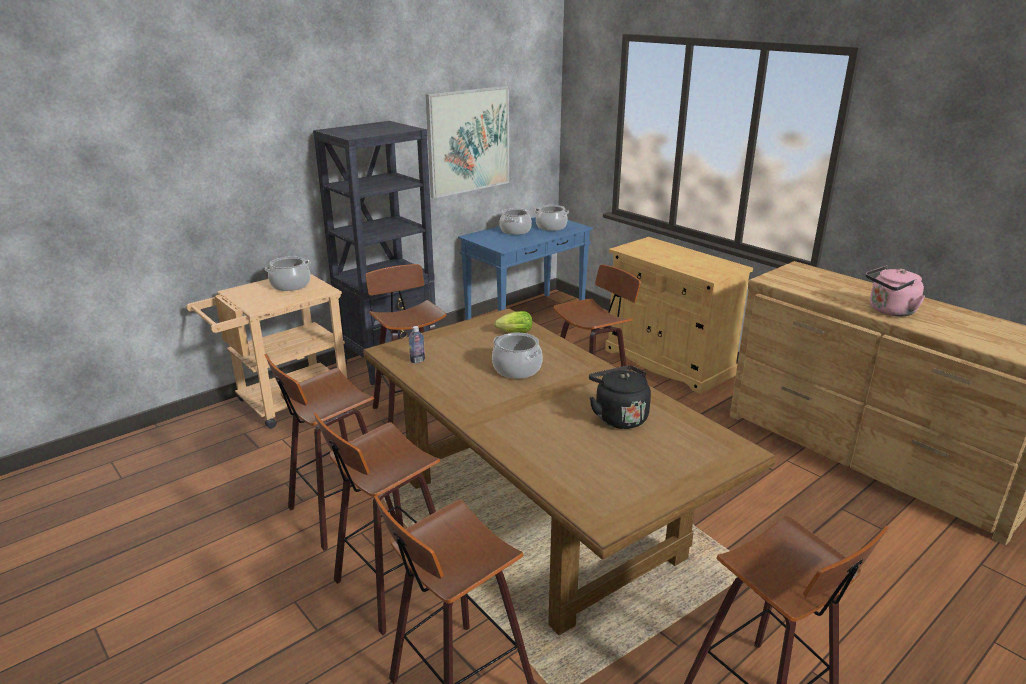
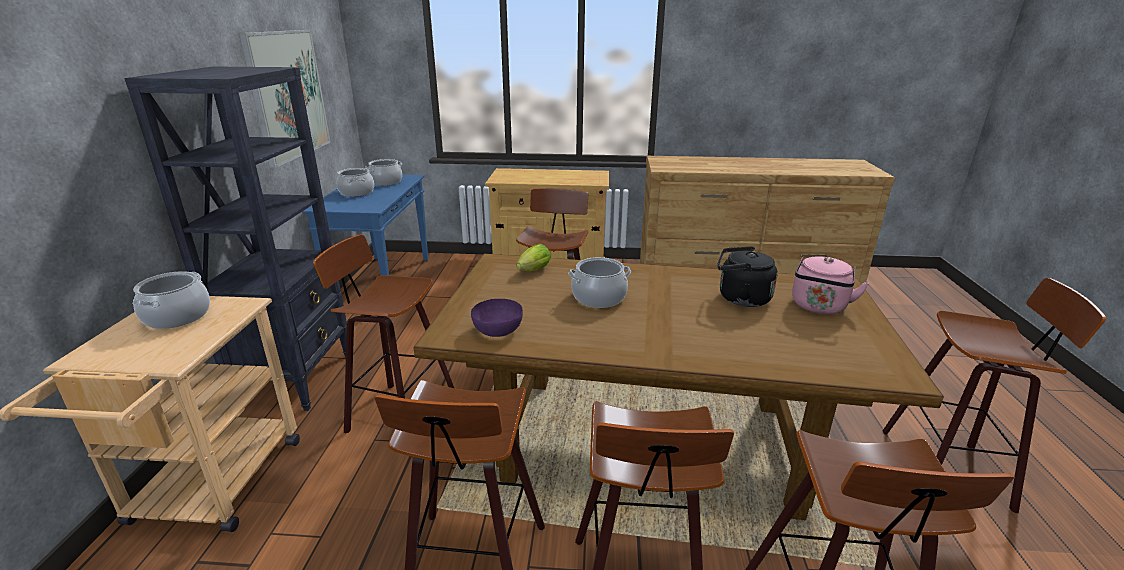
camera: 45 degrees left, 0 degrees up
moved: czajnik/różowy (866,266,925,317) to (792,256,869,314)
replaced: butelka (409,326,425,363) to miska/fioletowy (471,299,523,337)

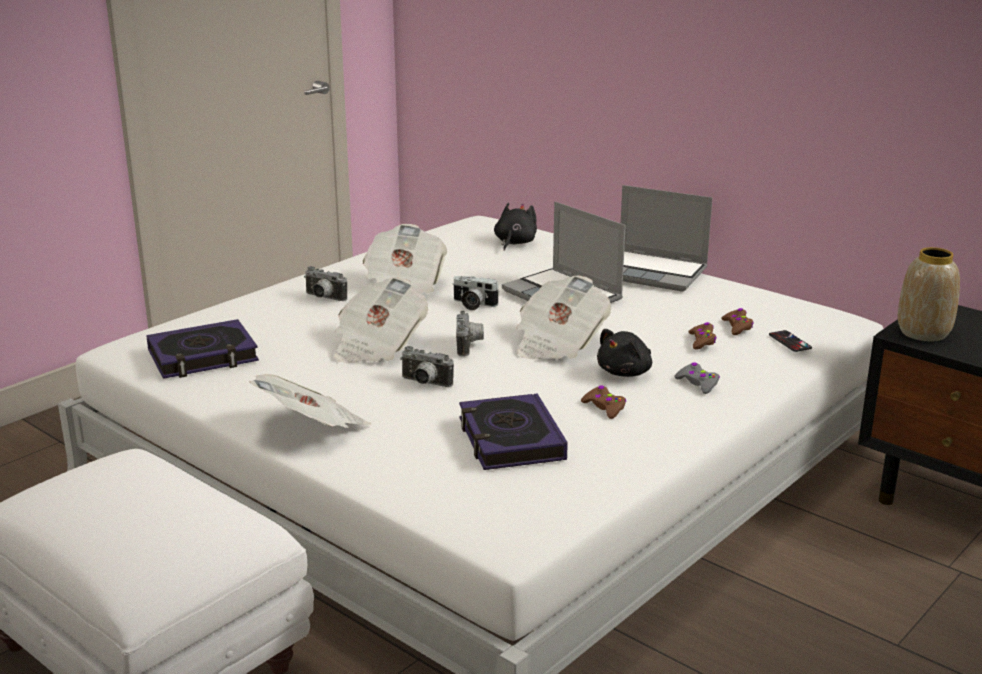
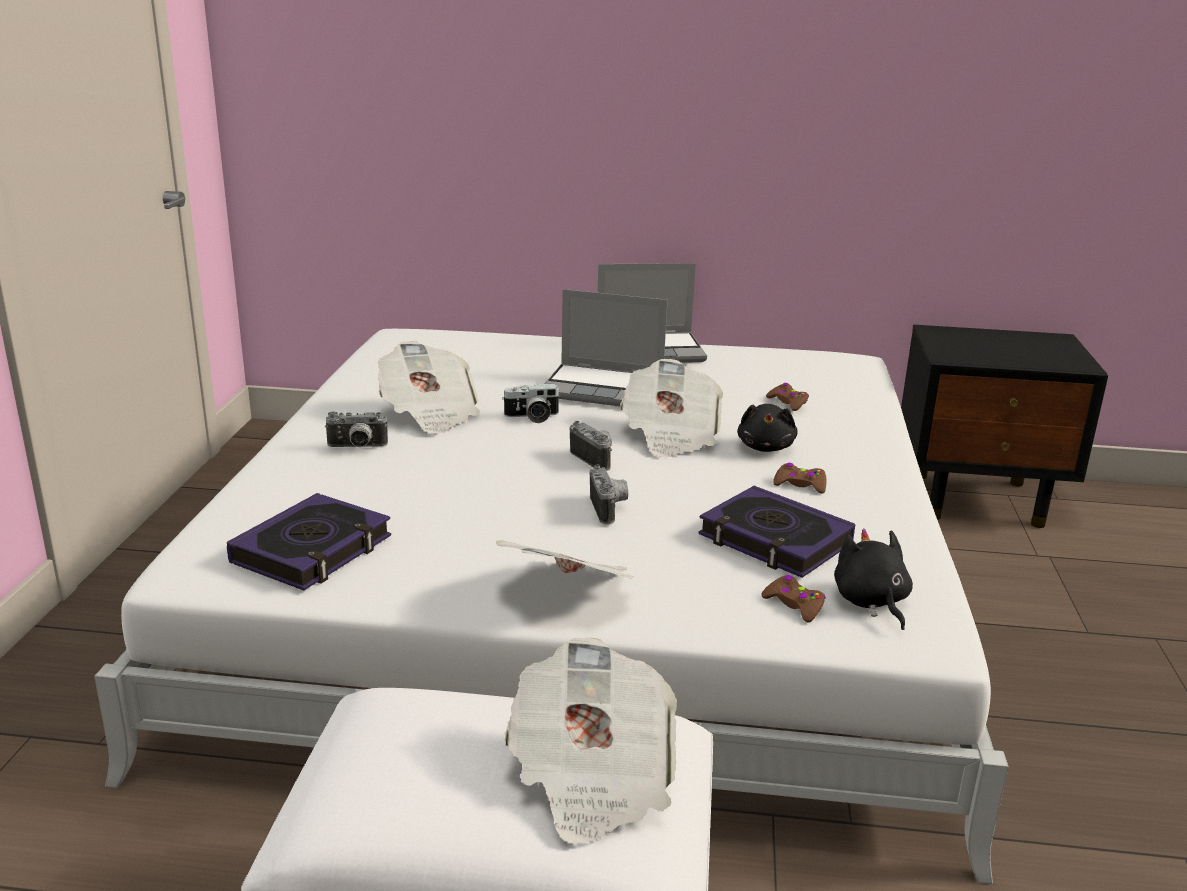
camera: 35 degrees left, 0 degrees up
removed: wazon (898,247,960,342); telefon (769,330,812,352); pad do gier/szary (675,362,720,394)
moved: pluszak/czarny (494,203,537,251) to (834,529,913,630); gazeta (334,277,428,363) to (504,637,677,845); pad do gier/brązowy (722,308,754,335) to (762,575,826,623)
turned: aparat fotograficzny (401,346,454,387) = (590,465,628,524) 90 degrees counterclockwise

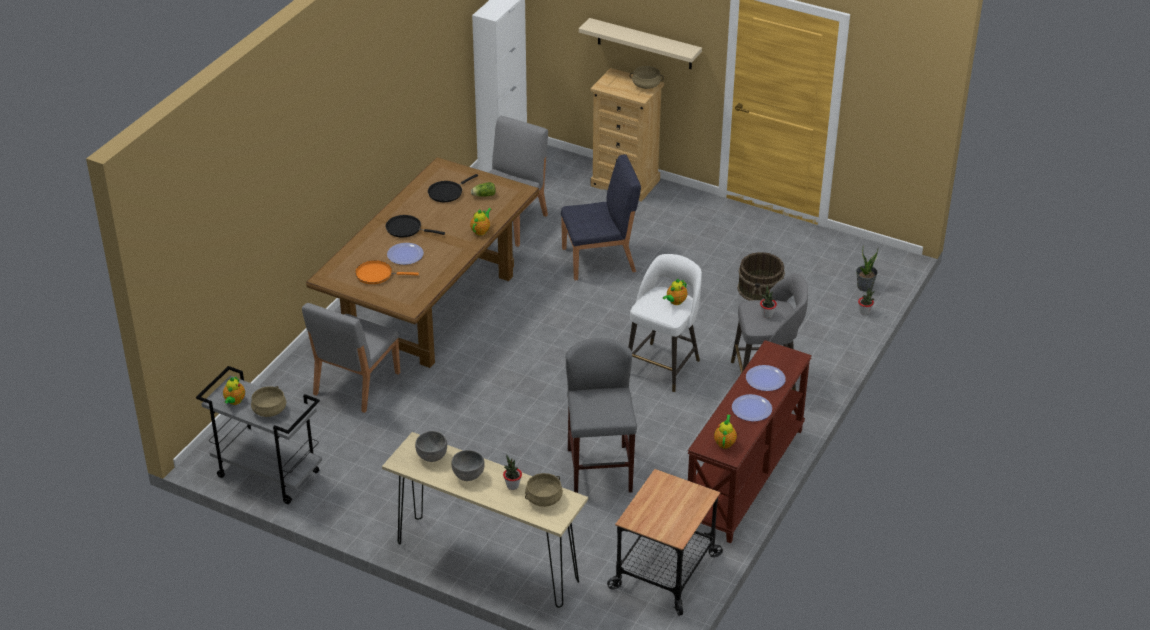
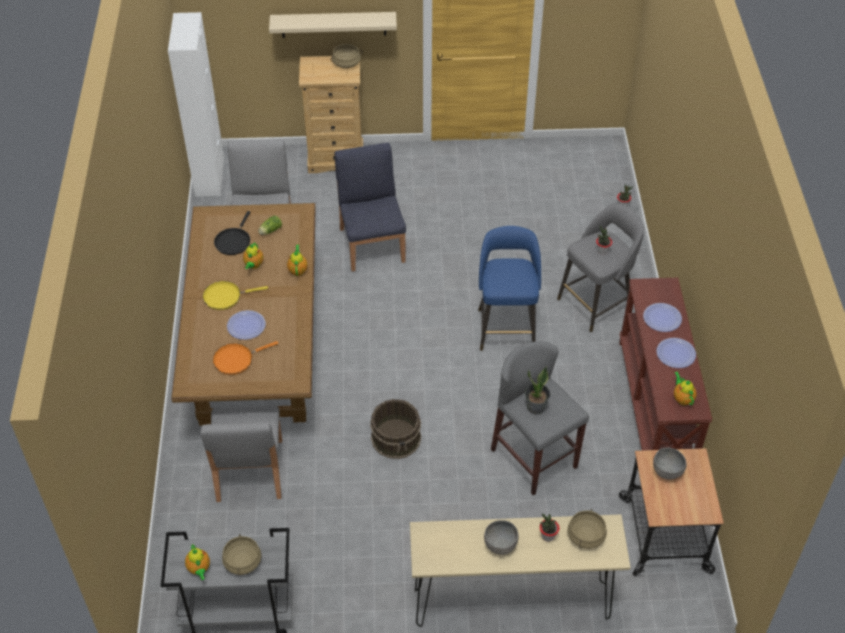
camera: 30 degrees left, 10 degrees up
moved: roślina doniczkowa (856,249,878,292) to (525,366,550,415); wiadro/brązowy (737,252,785,301) to (370,399,421,459); imbryk (663,279,687,305) to (243,243,264,269); miska/szary (415,431,447,462) to (653,448,686,480)
recoloured: patelnia/czarny (386,215,445,237) to patelnia/żółty (203,281,268,310); stołek/biały (628,254,702,392) to stołek/niebieski (478,226,541,351)
turned: krzesło/niebieski (561,154,641,280) = (334,143,406,272) 60 degrees counterclockwise

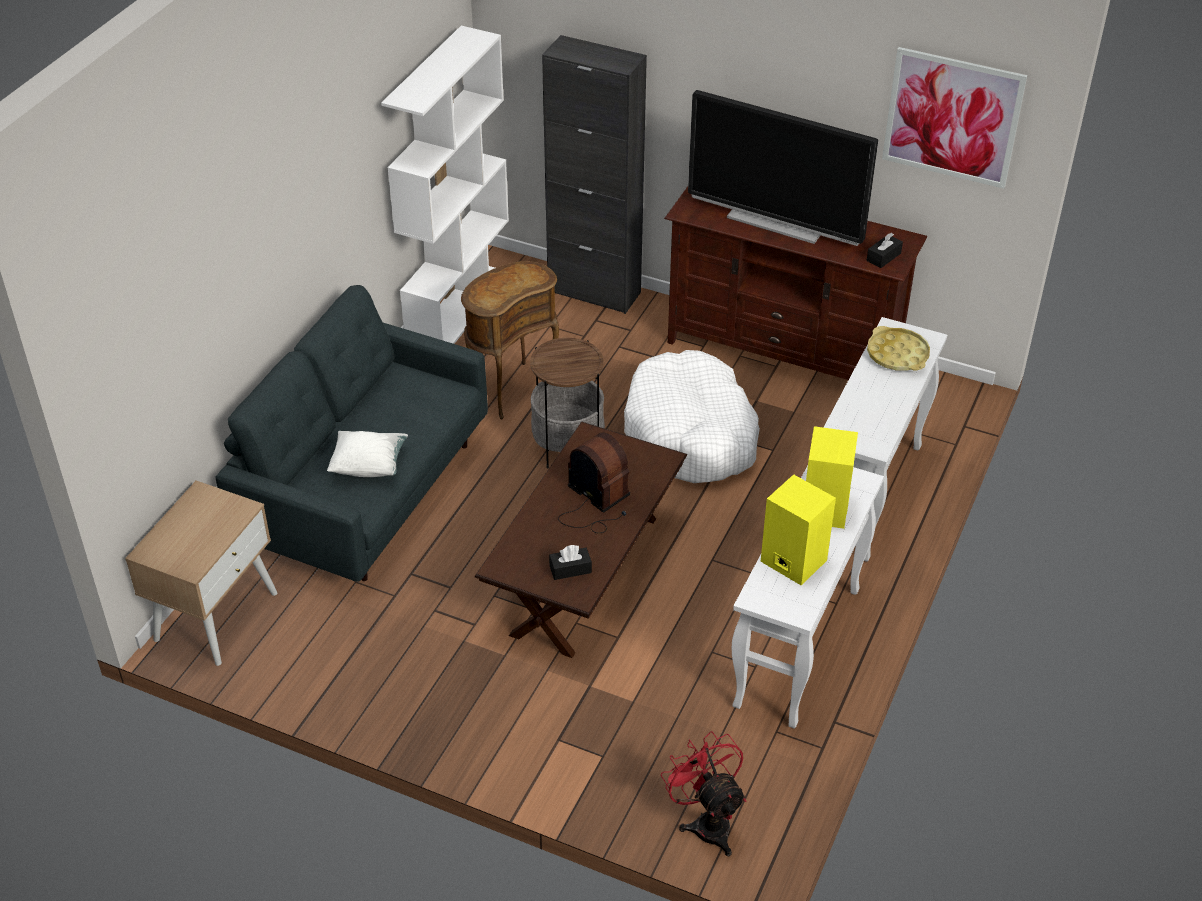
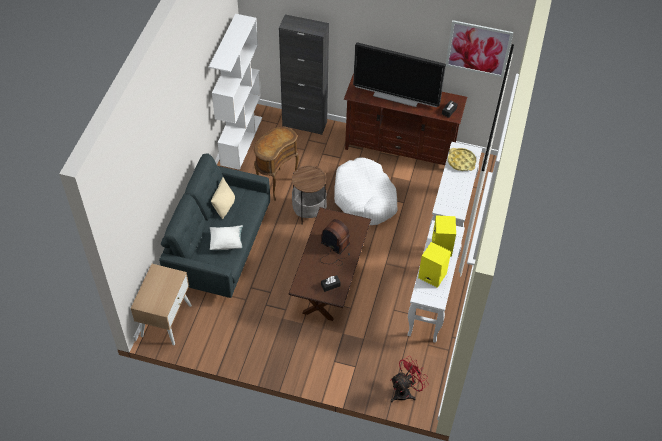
camera: 10 degrees left, 10 degrees up
added: poduszka/beżowy (211,178,235,219)
turned: wentylator/czerwony (661,731,746,856) = (390,356,429,402) 90 degrees clockwise

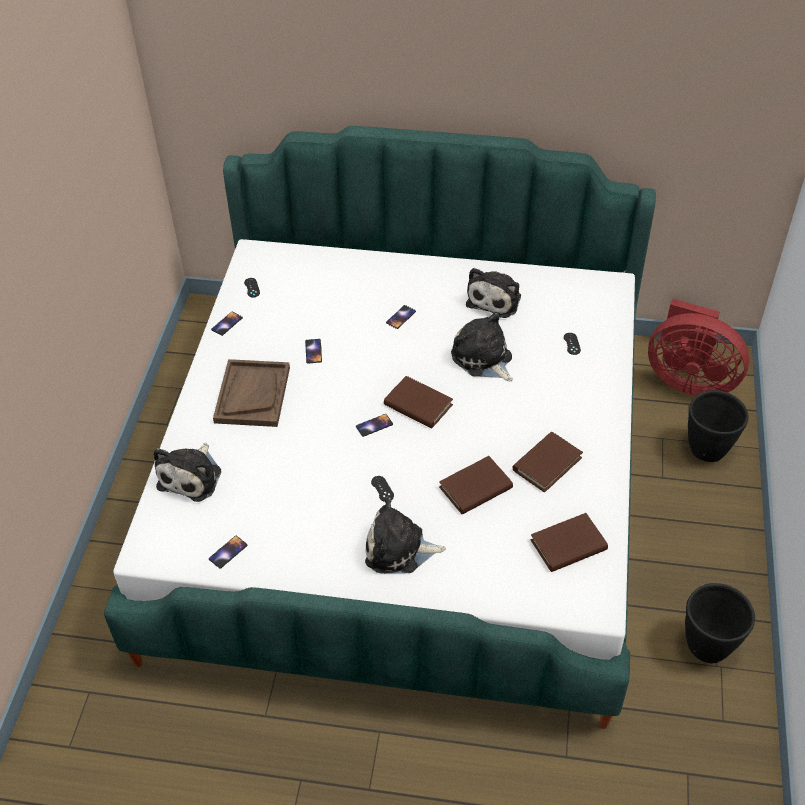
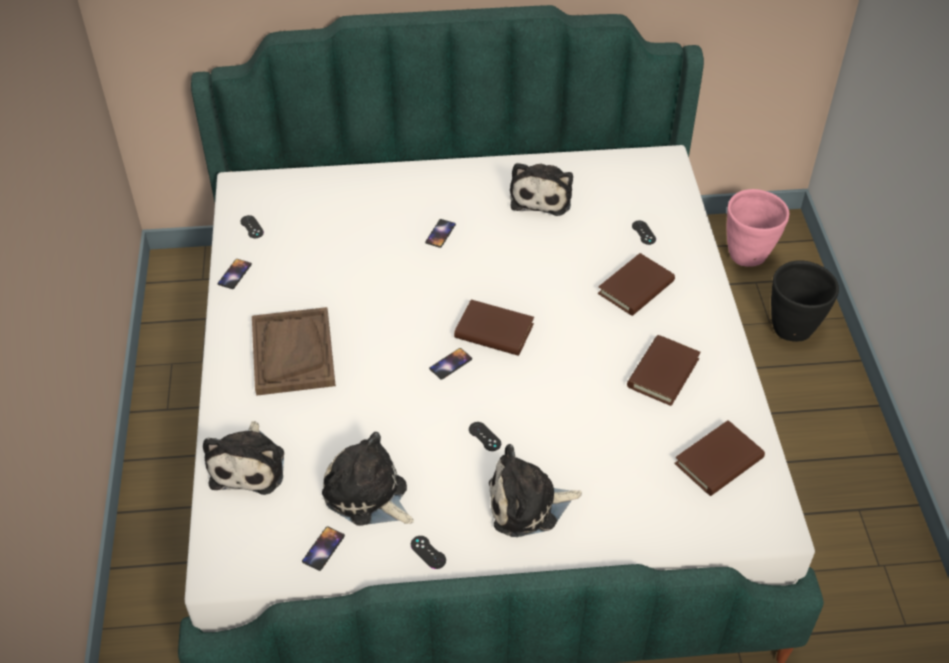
camera: 15 degrees left, 0 degrees up
removed: telefon (305,339,322,364); donica/czarny (685,583,755,663)
added: pad do gier/czarny (411,536,446,569)
moved: pluszak (451,312,513,381) to (322,432,414,526); książka/brązowy (439,456,513,514) to (598,253,675,316)
replaced: wentylator/czerwony (648,299,749,396) to donica/różowy (727,189,789,267)

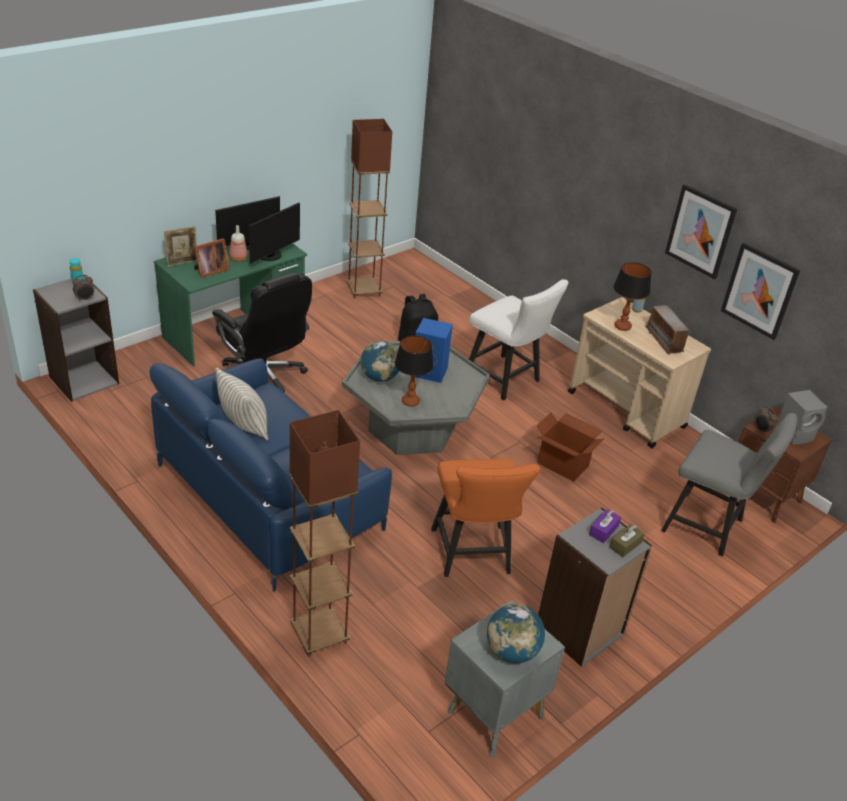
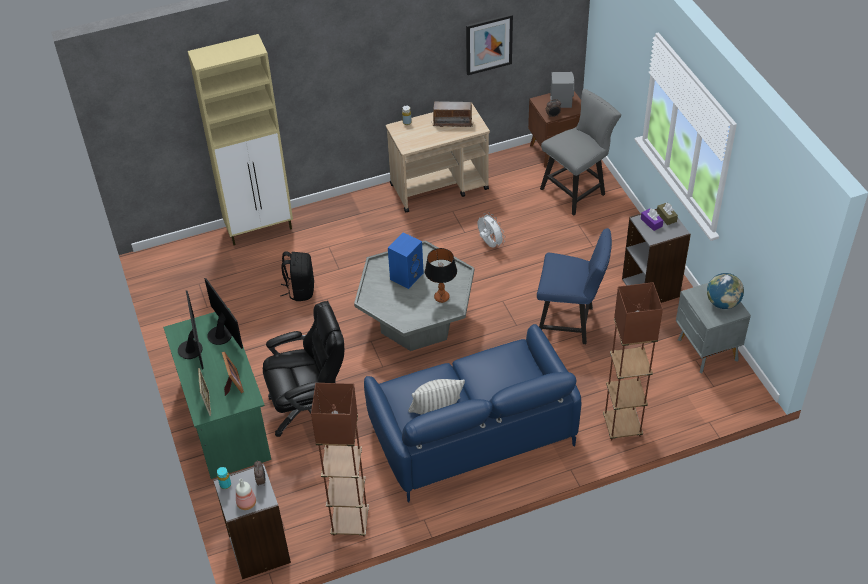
camera: 65 degrees left, 10 degrees up
removed: obraz (665,184,737,279); lampa stołowa (613,262,652,331); krzesło/biały (469,279,569,400); globus (361,341,399,382)
added: szafka/beżowy (188,34,293,245)
moved: lampa stojąca/brązowy (347,119,392,299) to (311,383,369,537); butelka (229,225,248,262) to (236,479,256,510)
replaced: karton (536,413,605,482) to wentylator/biały (478,212,505,248)
recoloured: krzesło/pomarańczowy (431,459,540,577) to krzesło/niebieski (537,228,612,344)

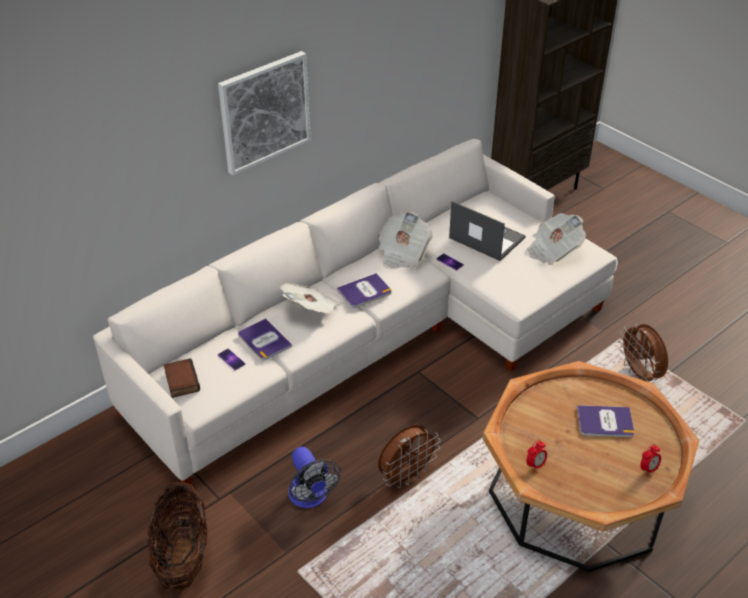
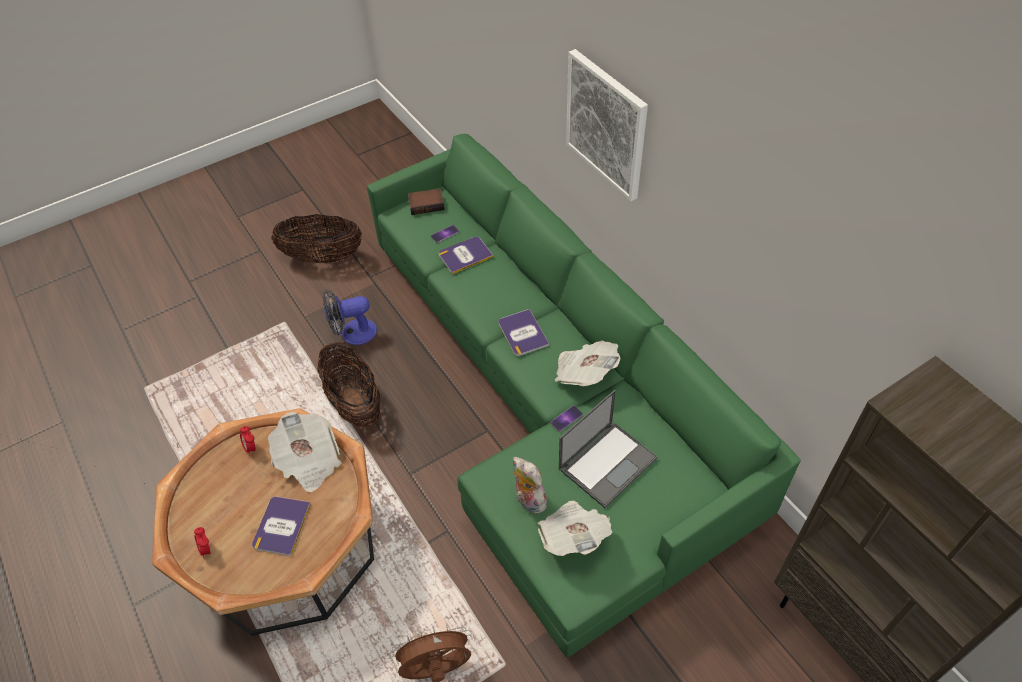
camera: 100 degrees right, 10 degrees up
added: pluszak (513,457,547,514)
moved: gazeta (280,283,342,314) to (268,411,341,492)
replaced: wentylator/brązowy (378,425,441,488) to koszyk (317,342,381,429)
recoloured: kanapa/biały (93,139,618,484) to kanapa/zielony (367,134,801,658)

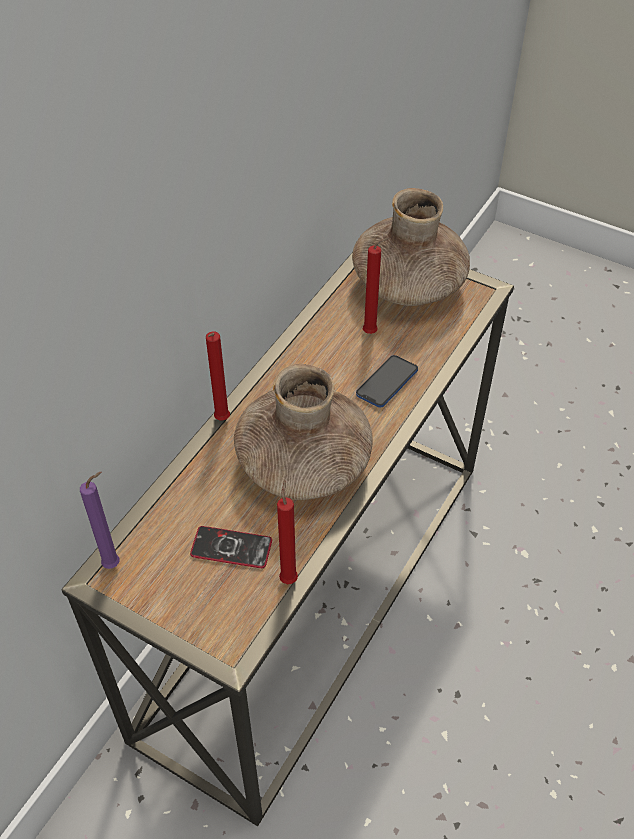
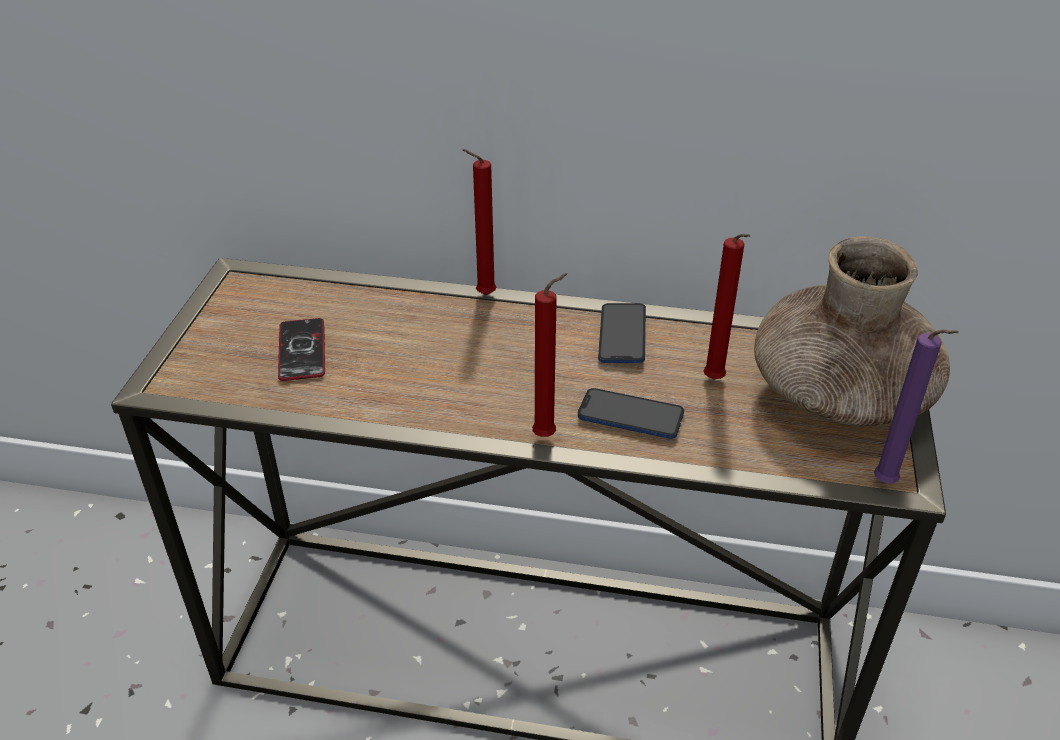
camera: 70 degrees right, 10 degrees down
removed: wazon/brązowy (234,364,373,500)
added: telefon (598,303,646,363)
moved: świeca/fioletowy (80,472,119,569) to (874,329,959,484); świeca/czerwony (277,480,298,584) to (532,273,568,437)

